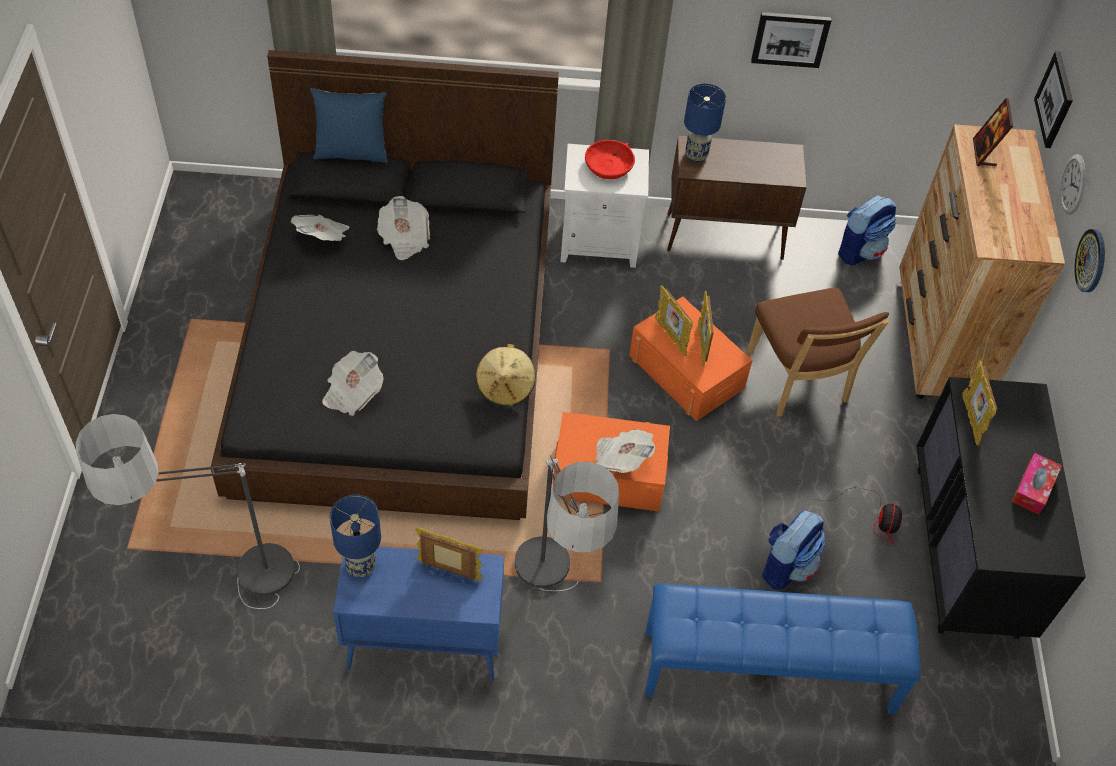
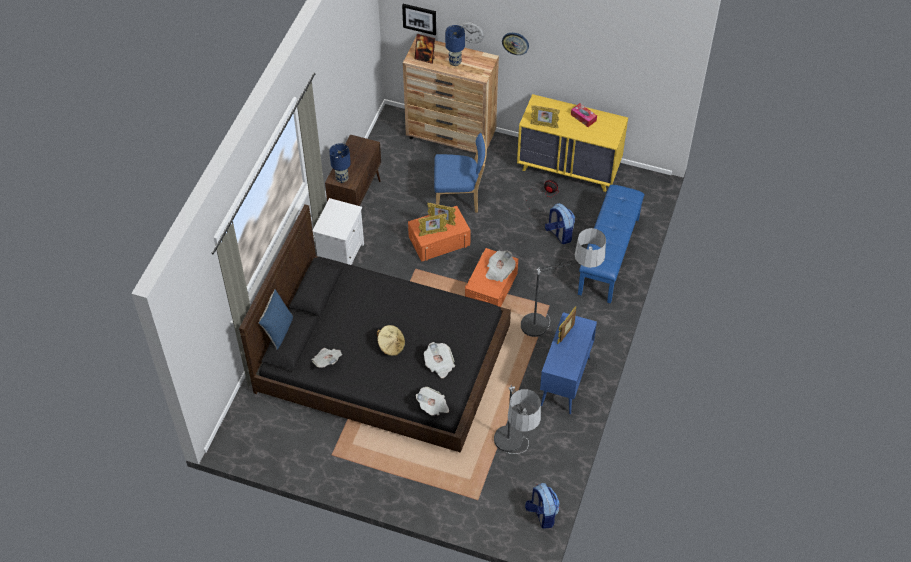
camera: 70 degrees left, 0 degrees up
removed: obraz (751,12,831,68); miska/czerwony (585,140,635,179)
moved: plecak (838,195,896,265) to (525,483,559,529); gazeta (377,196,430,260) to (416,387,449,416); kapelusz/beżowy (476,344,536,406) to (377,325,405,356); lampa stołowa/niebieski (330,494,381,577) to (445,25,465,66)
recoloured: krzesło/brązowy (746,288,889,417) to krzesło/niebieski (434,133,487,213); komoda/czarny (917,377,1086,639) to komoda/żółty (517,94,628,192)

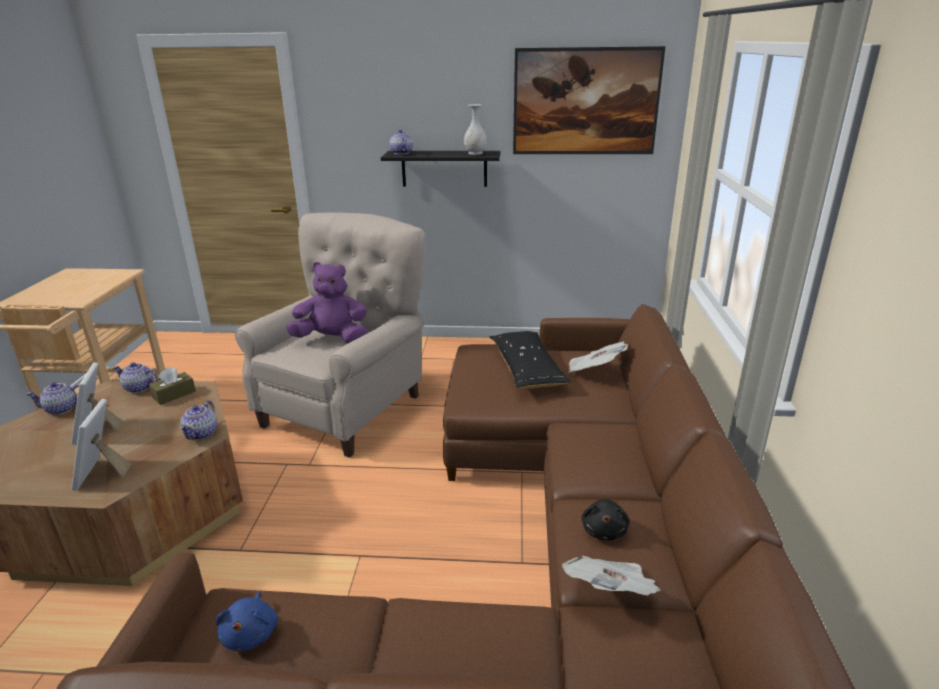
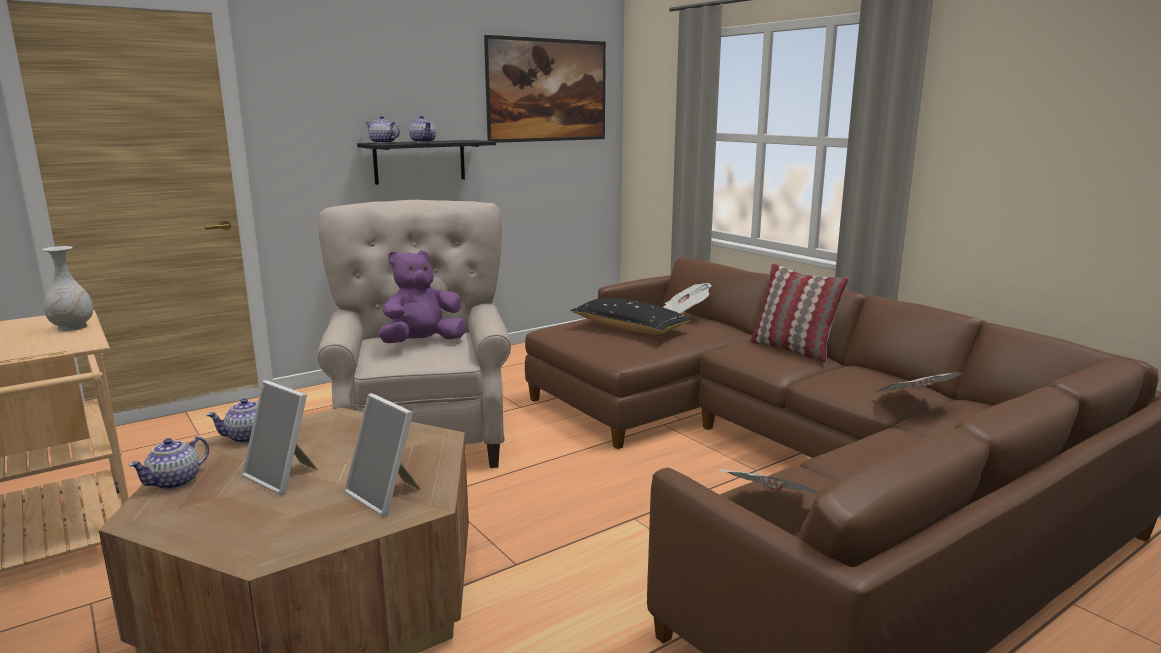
camera: 40 degrees left, 10 degrees down
removed: pudełko chusteczek/brązowy (149,367,196,405); pluszak/czarny (581,499,630,540)
added: poduszka (750,263,848,363)
moved: wazon/biały (464,104,487,155) to (42,246,93,331); imbryk (179,400,217,440) to (409,116,436,143)
replaced: pluszak/niebieski (216,592,278,651) to gazeta (718,469,819,494)

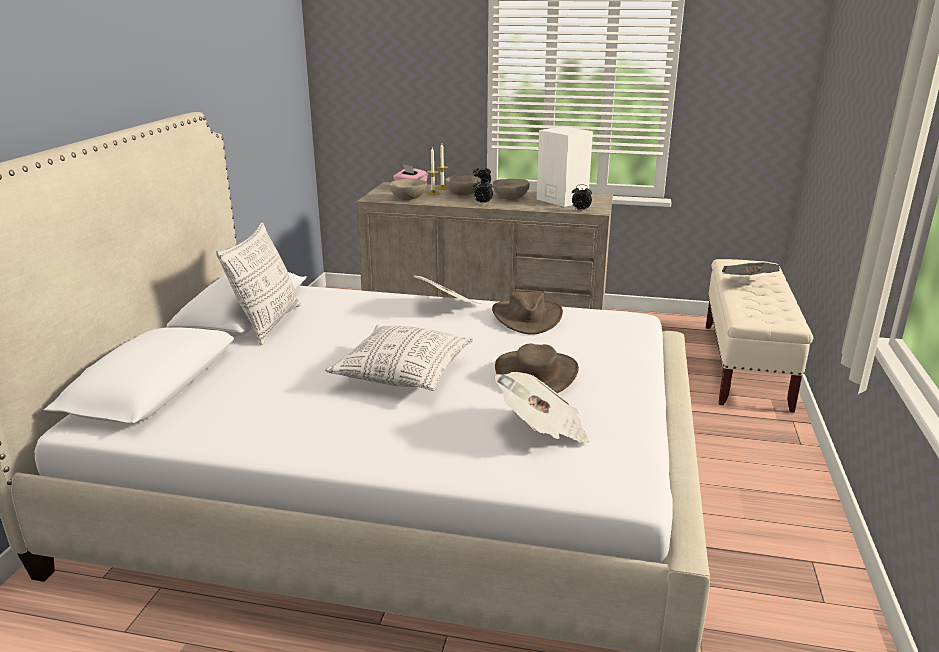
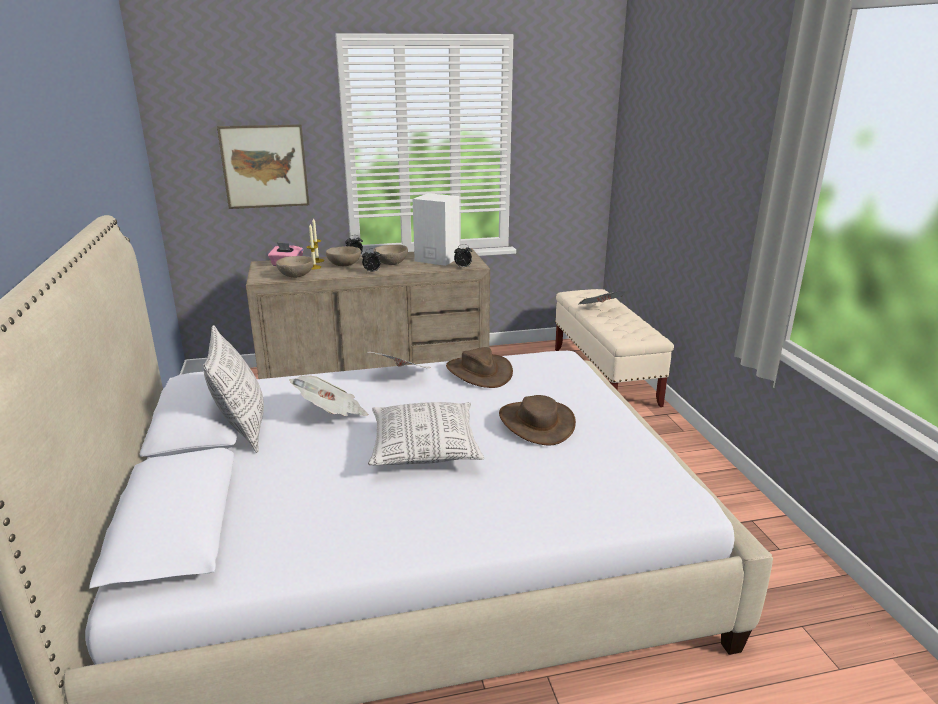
camera: 25 degrees left, 0 degrees up
added: obraz (217,124,309,209)
moved: gazeta (495,372,590,443) to (289,376,369,416)

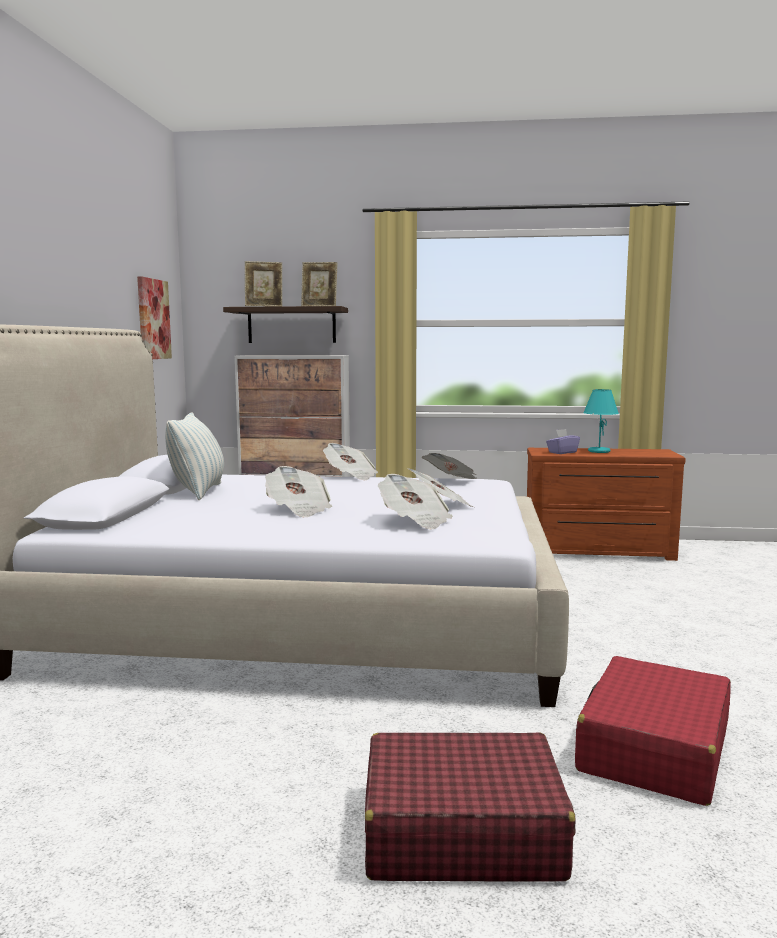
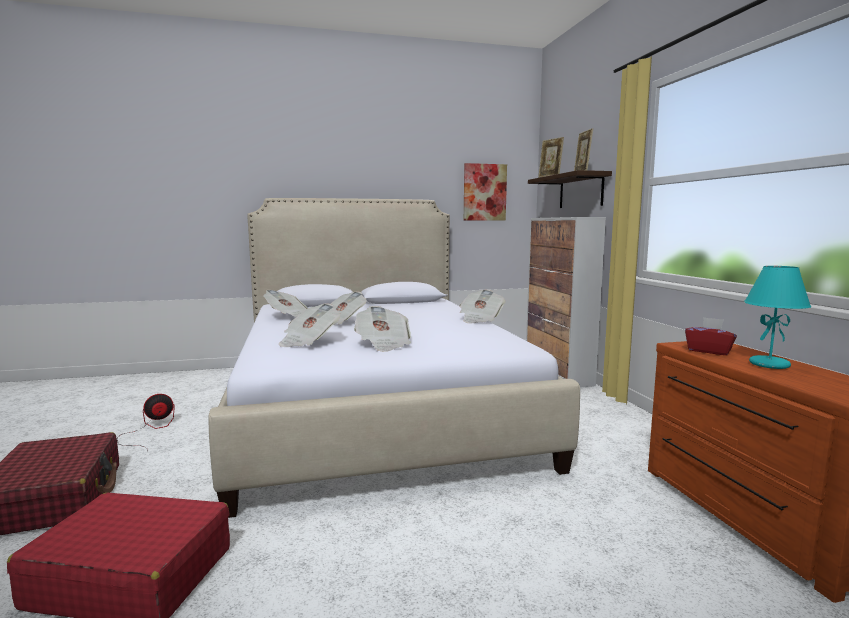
camera: 70 degrees right, 0 degrees up
removed: poduszka (165,412,224,500)
added: wentylator (117,394,175,452)
moved: gazeta (422,453,477,479) to (263,290,308,317)
recoloured: pudełko chusteczek/fioletowy (546,429,580,454) to pudełko chusteczek/czerwony (685,317,737,355)

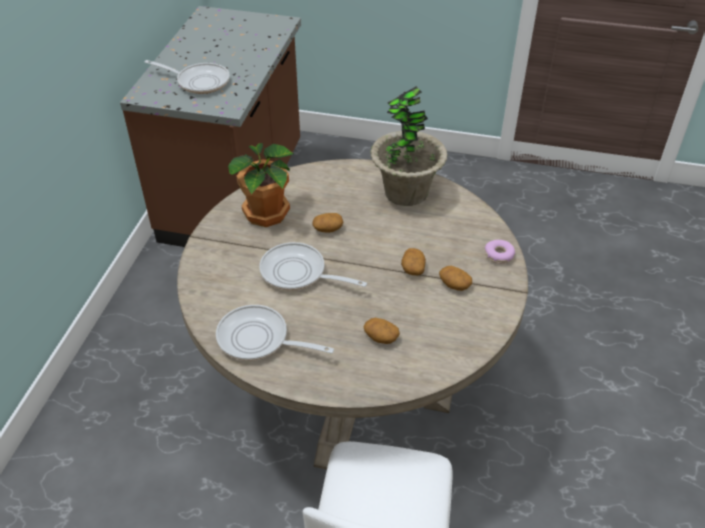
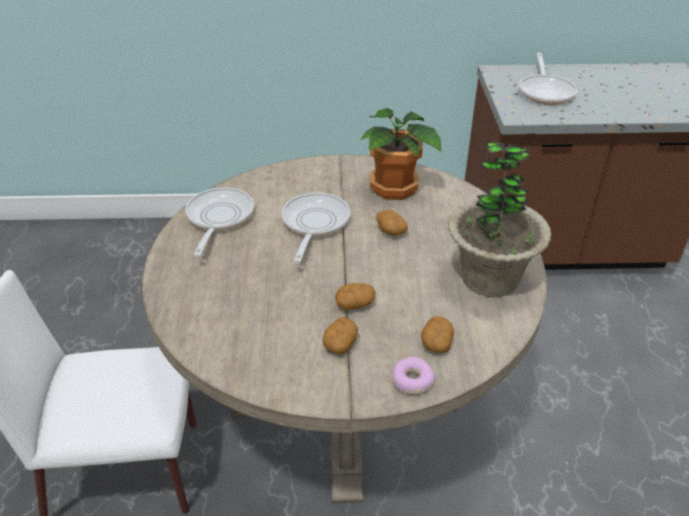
camera: 75 degrees right, 5 degrees down
moved: ziemniak (364,318,400,344) to (421,316,454,353)

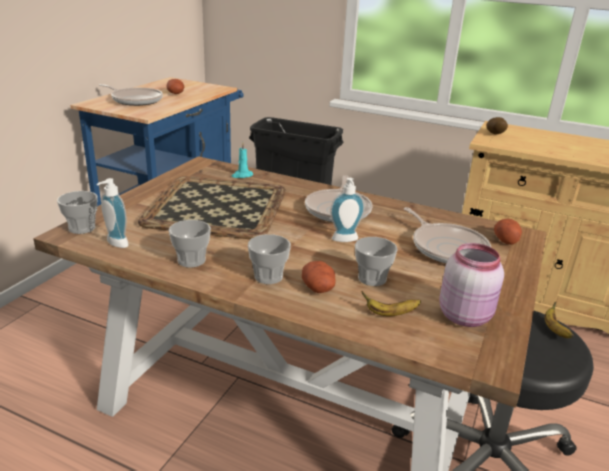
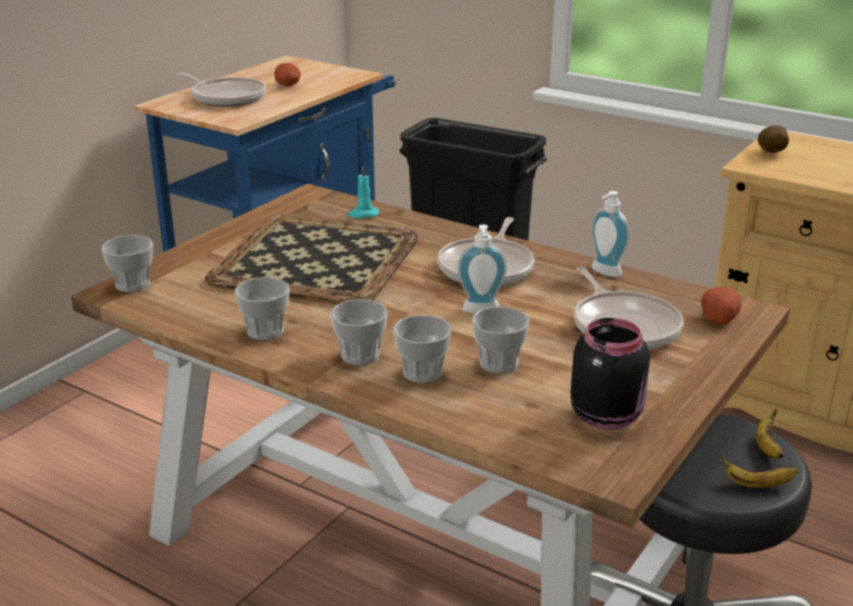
camera: 10 degrees right, 0 degrees up
moved: dozownik mydła (97,178,129,248) to (591,191,629,277); banan (361,291,421,316) to (719,454,798,488)
replaced: ziemniak (302,261,336,293) to filiżanka (393,315,452,383)
recoloured: słoik/różowy (439,243,504,327) to słoik/czarny (571,318,650,429)

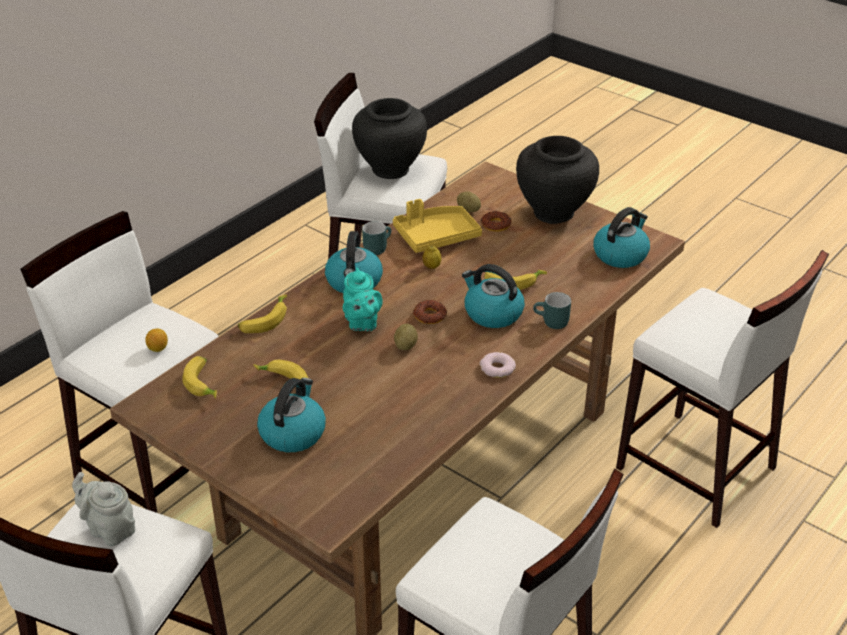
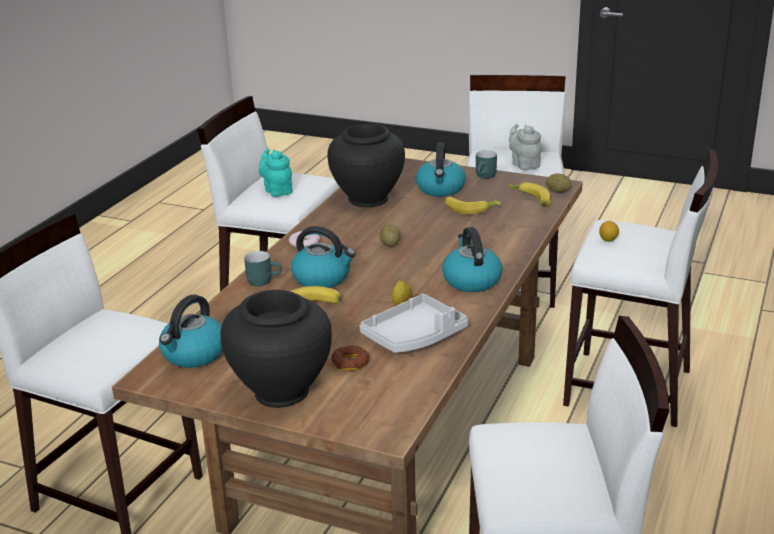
camera: 165 degrees right, 10 degrees down
removed: banan (238,294,287,333); donut (413,300,447,324)
moved: wazon/czarny (352,98,427,179) to (327,124,405,207); ziemniak (457,191,481,212) to (546,173,572,193); kubek/turkusowy (362,221,391,255) to (476,150,497,179); imbryk/turkusowy (343,267,383,331) to (259,148,293,197)
recoloured: taca/żółty (393,199,482,253) to taca/szary (359,294,468,353)
turned: imbryk/szary (72,472,135,546) = (509,124,542,170) 135 degrees counterclockwise

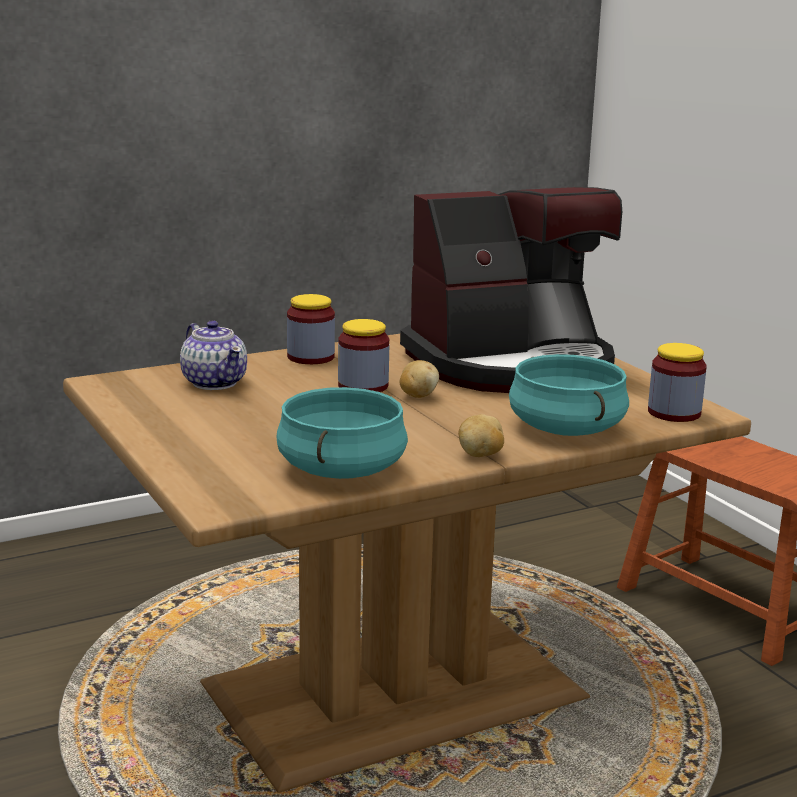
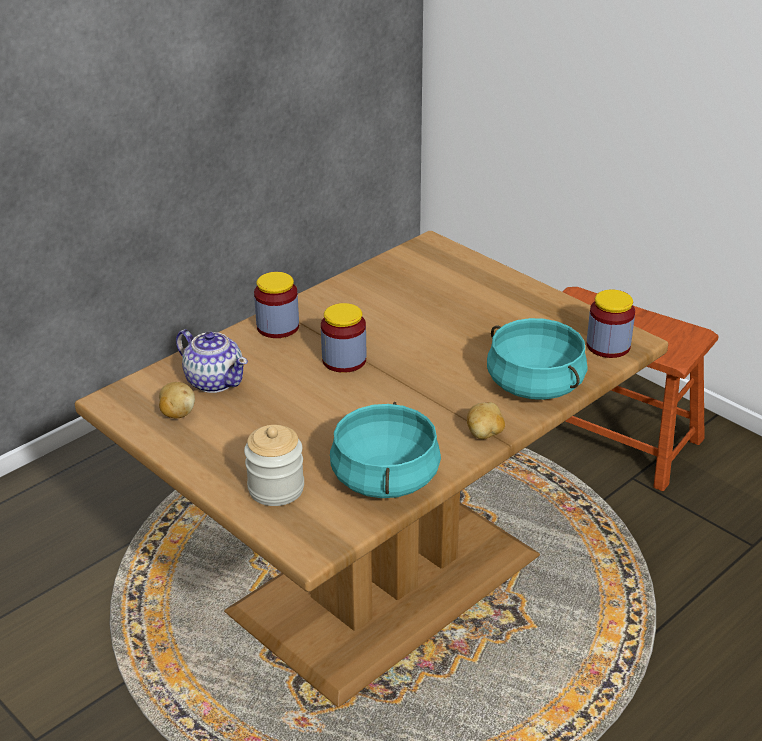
camera: 15 degrees left, 15 degrees up
removed: ekspres do kawy (400,187,622,393)
added: słoik (244,425,304,506)
moved: ziemniak (400,360,439,398) to (159,382,195,418)

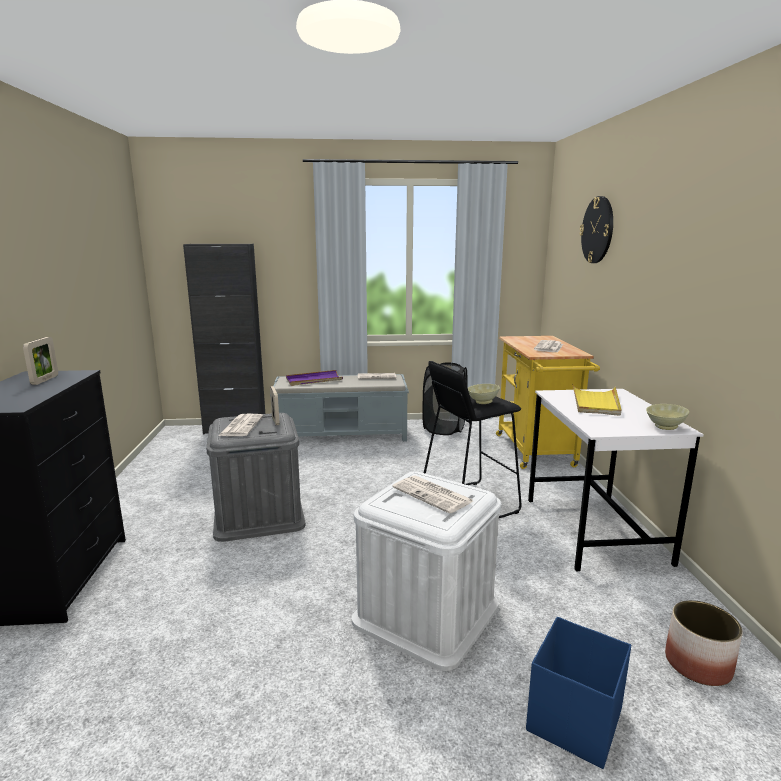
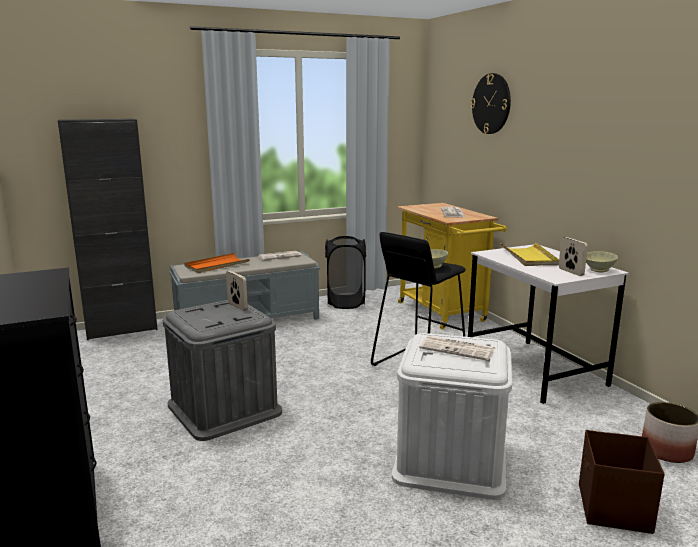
camera: 20 degrees left, 0 degrees up
removed: gazeta (218,414,263,436)
moved: ramka na zdjęcie (23,337,58,385) to (559,237,588,276)
recoloured: taca/fioletowy (286,370,343,386) to taca/pomarańczowy (184,253,250,273); pojemnik do przechowywania/niebieski (526,616,631,769) to pojemnik do przechowywania/brązowy (579,430,665,534)

